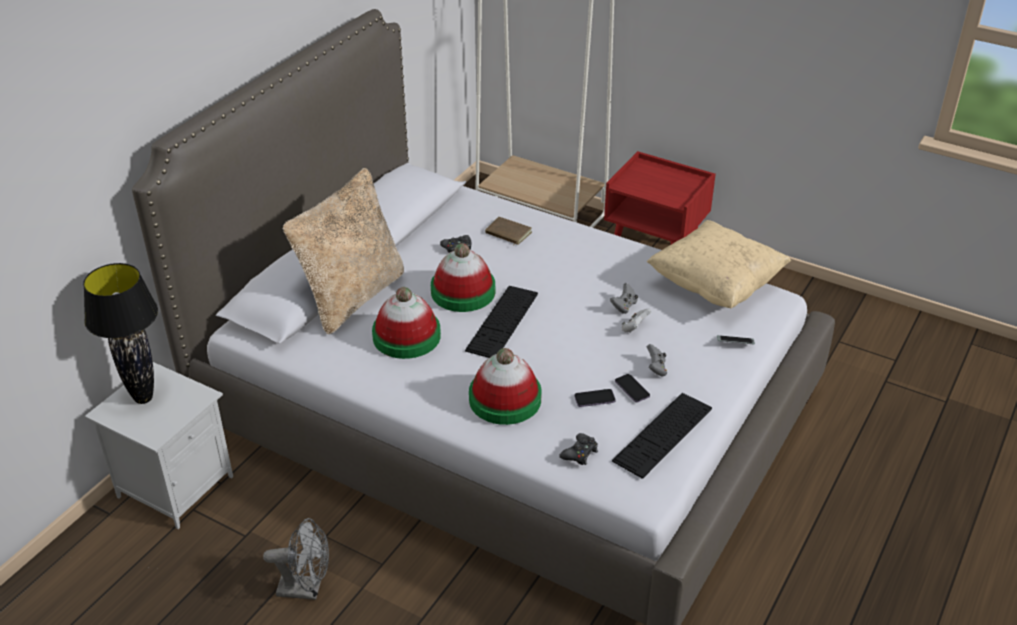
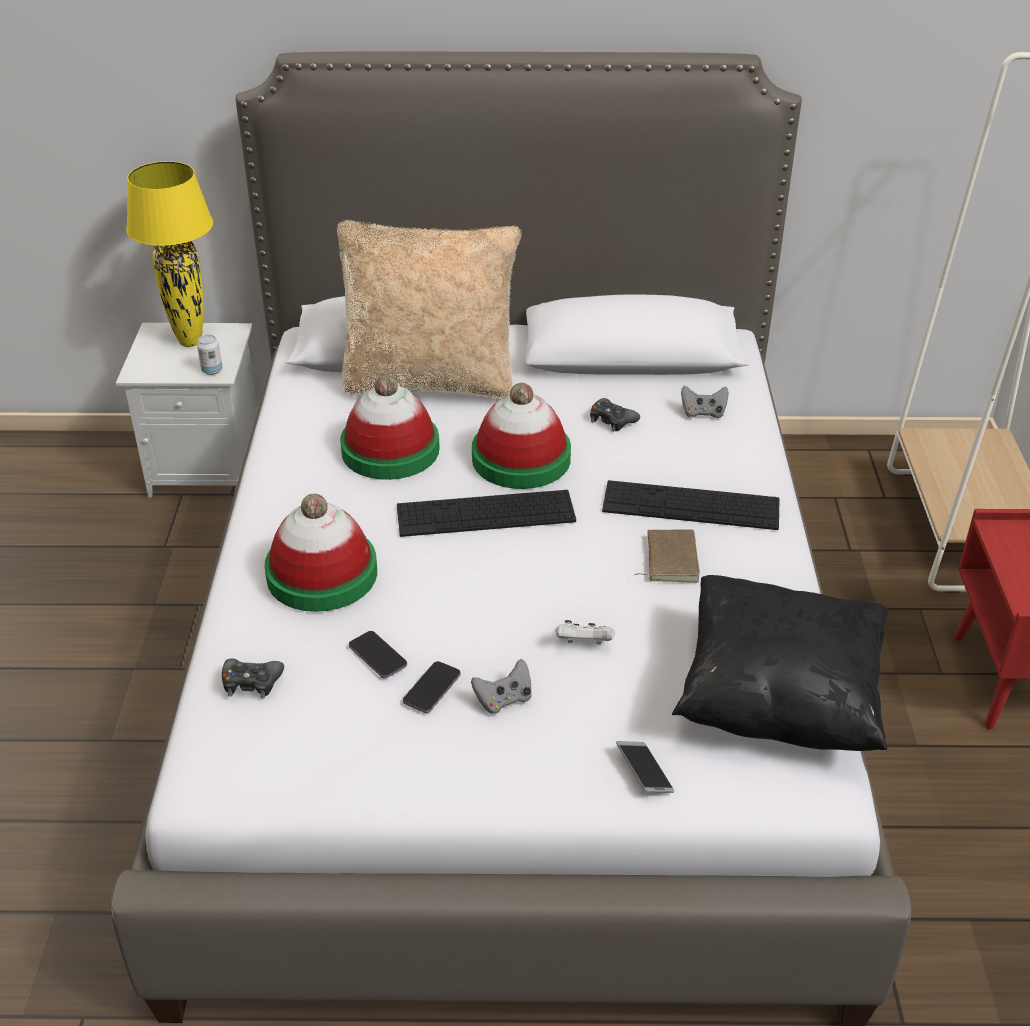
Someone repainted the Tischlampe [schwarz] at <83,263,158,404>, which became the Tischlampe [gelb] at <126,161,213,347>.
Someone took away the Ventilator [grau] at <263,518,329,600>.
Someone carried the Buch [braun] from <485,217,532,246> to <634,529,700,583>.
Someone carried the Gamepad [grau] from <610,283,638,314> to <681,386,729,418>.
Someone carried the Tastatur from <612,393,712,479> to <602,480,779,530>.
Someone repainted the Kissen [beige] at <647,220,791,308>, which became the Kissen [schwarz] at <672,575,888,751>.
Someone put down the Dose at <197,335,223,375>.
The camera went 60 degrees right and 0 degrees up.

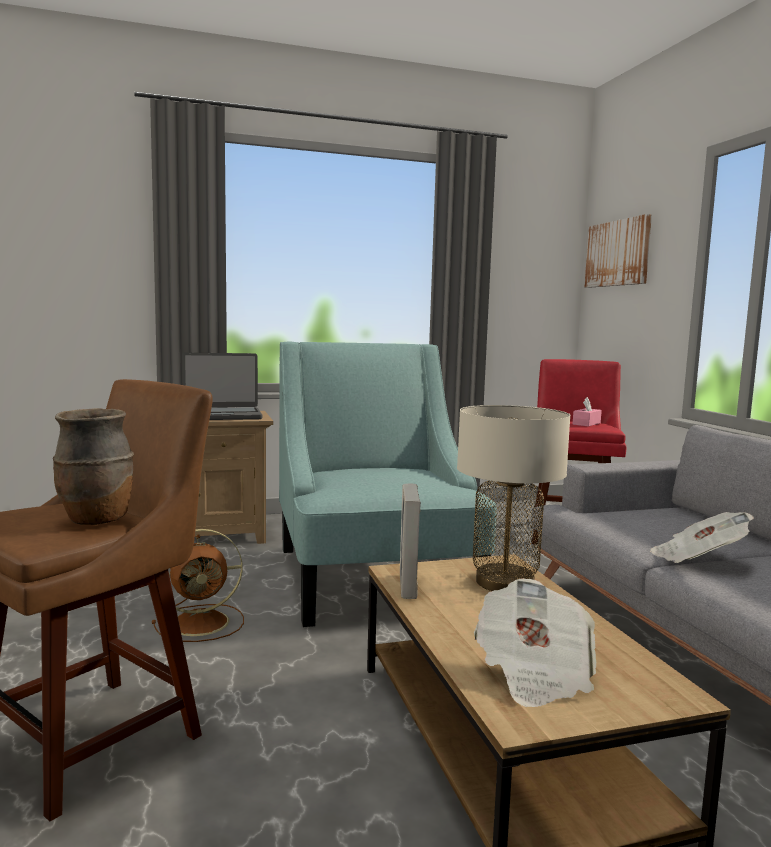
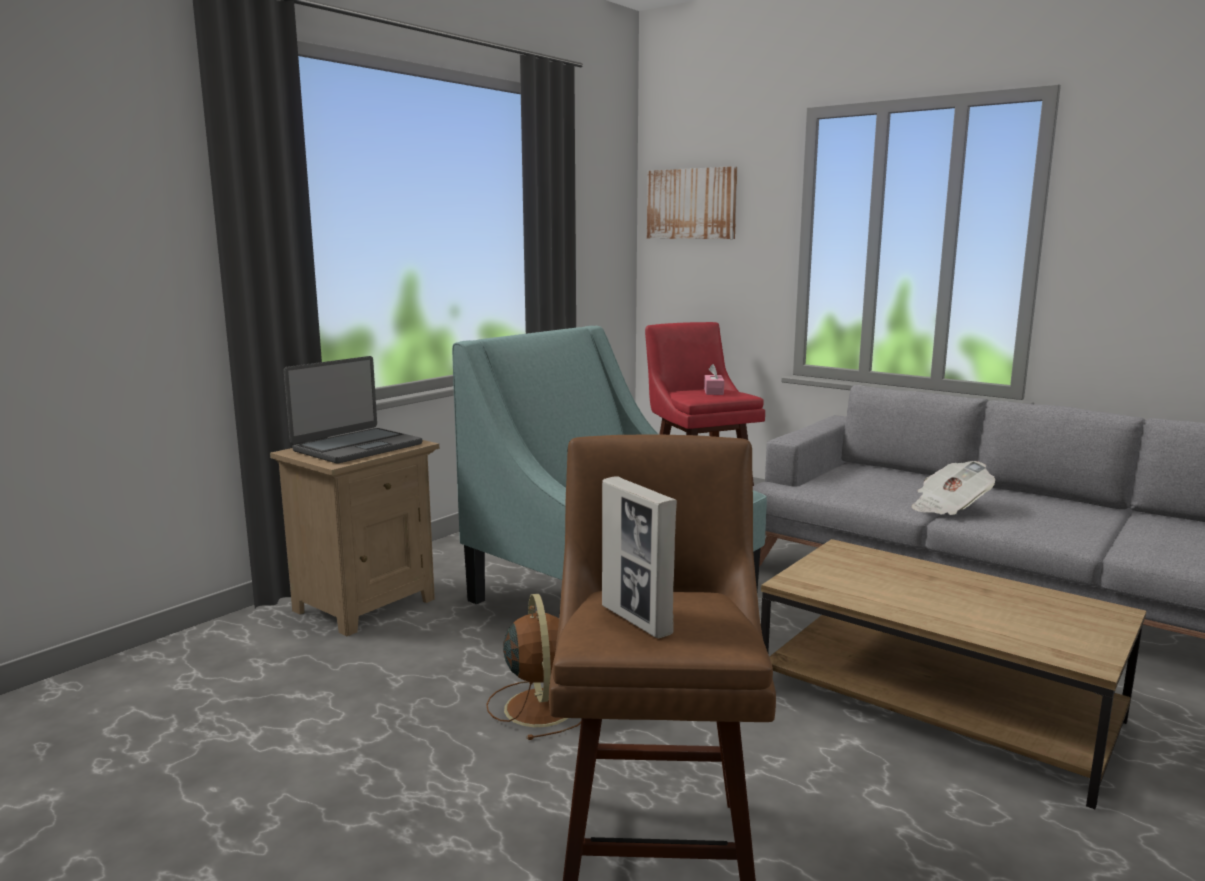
Someone took away the Vase [braun] at <53,408,134,525>.
Someone rotated the Ventilator [braun] at <152,529,244,642> by 45 degrees counterclockwise.
Someone carried the Bilderrahmen from <400,484,421,599> to <602,476,677,638>.
Someone took away the Tischlampe at <457,405,571,591>.
Someone took away the Zeitung at <474,579,596,707>.
The camera went 35 degrees left and 5 degrees up.

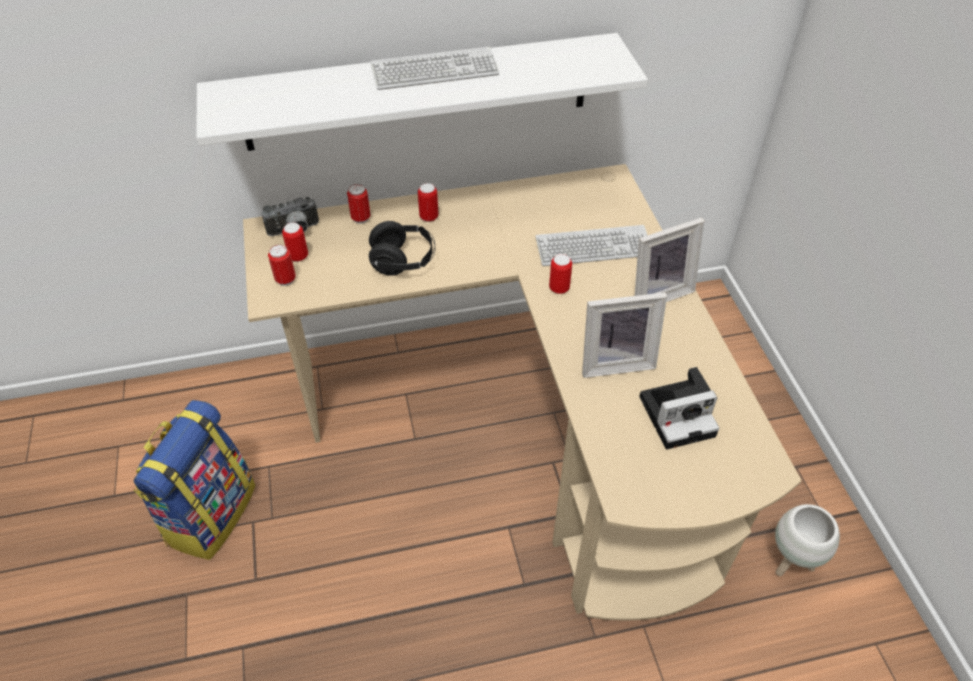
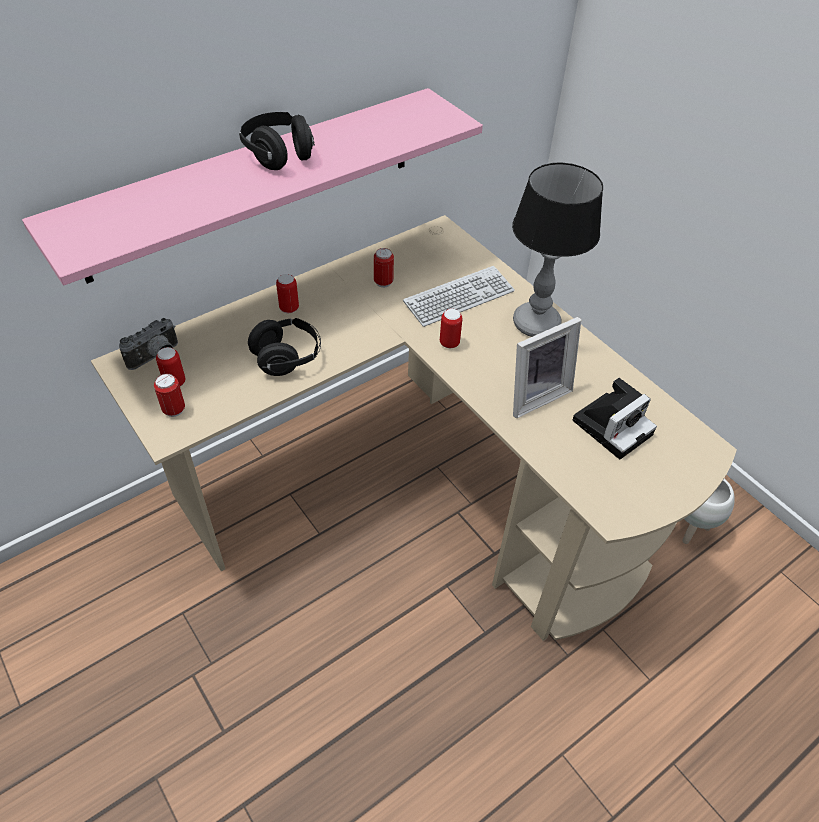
Someone took away the Rucksack at <133,400,256,560>.
Someone repainted the Wandregal [weiß] at <197,33,648,151>, which became the Wandregal [rosa] at <22,88,483,285>.
Someone carried the Dose from <347,184,371,224> to <374,248,394,288>.
Someone swapped the Tastatur at <371,47,499,90> for the Kopfhörer [schwarz] at <239,112,315,170>.
Someone swapped the Bilderrahmen at <635,218,705,302> for the Tischlampe at <512,163,603,337>.
The camera went 25 degrees left and 0 degrees up.

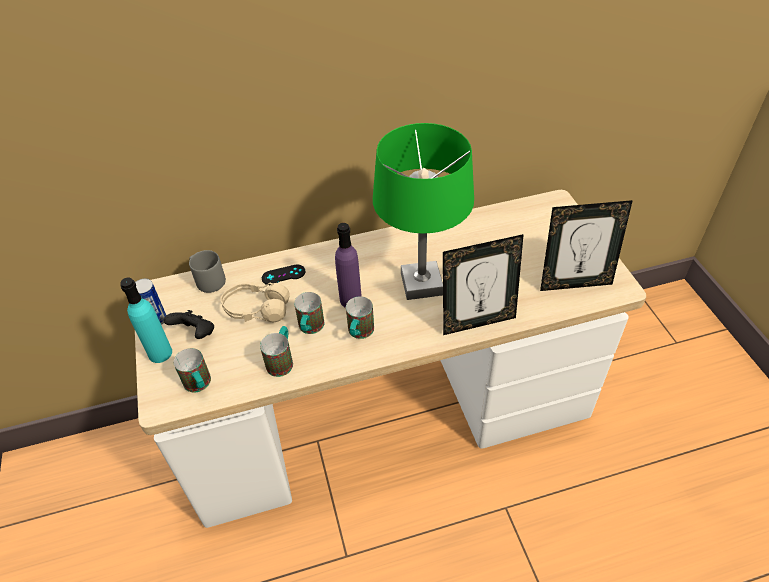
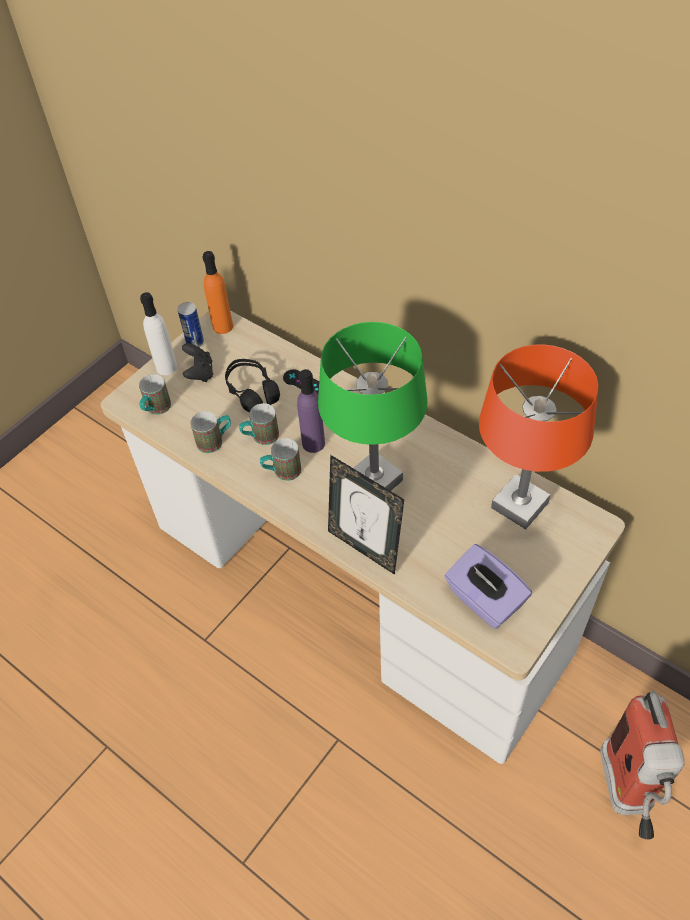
Someone repainted the Flasche [türkis] at <120,278,172,363>, which became the Flasche [weiß] at <140,292,177,375>.
Someone took away the Henkelbecher [grau] at <189,250,226,293>.
Someone repainted the Kopfhörer [beige] at <220,282,290,322>, which became the Kopfhörer [schwarz] at <225,359,280,412>.
Someone swapped the Bilderrahmen at <540,200,633,291> for the Taschentuchbox [lila] at <444,544,532,629>.
Someone put down the Flasche [orange] at <203,251,233,334>.
Someone put down the Tischlampe [orange] at <479,344,599,530>.
Someone put down the Feuerlöscher at <600,691,685,840>.
The camera went 55 degrees right and 5 degrees up.

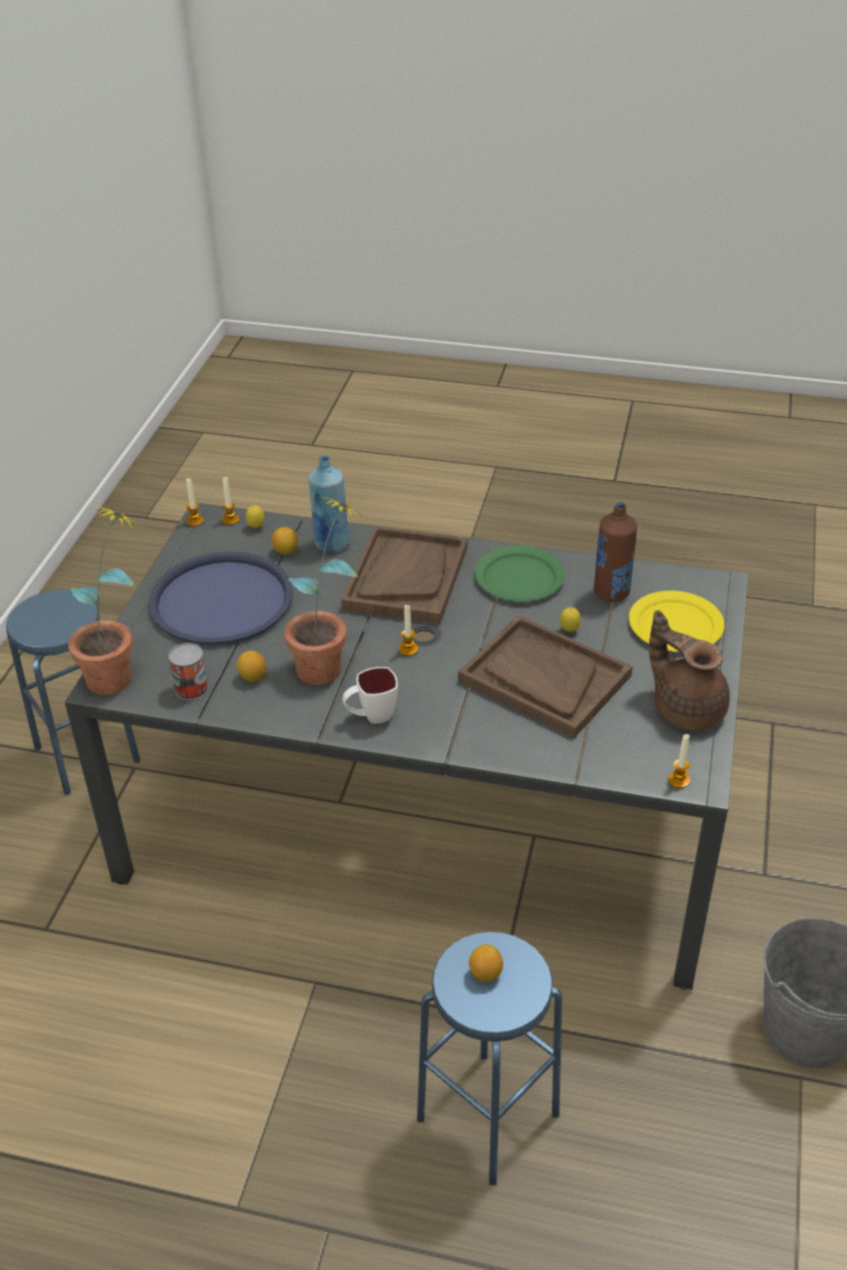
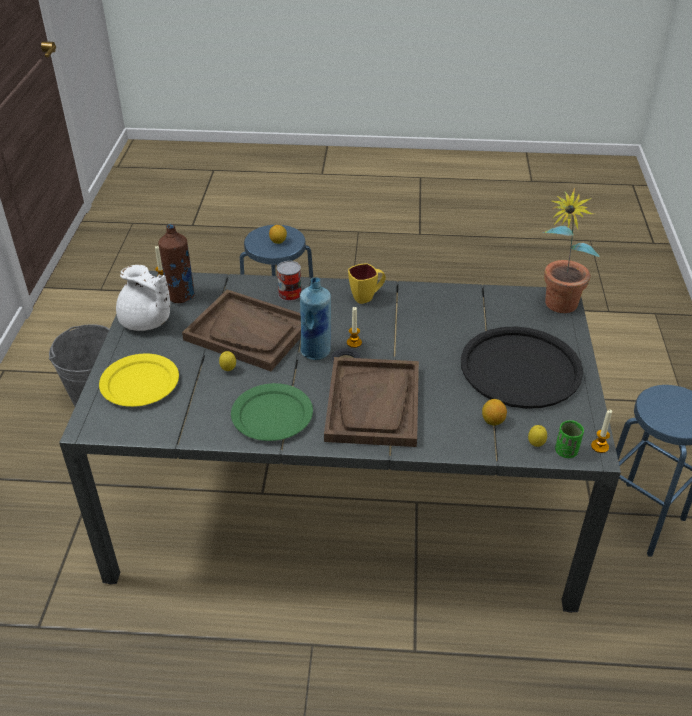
Someone repainted the Tablett [blau] at <148,552,293,645>, which became the Tablett [schwarz] at <461,327,583,409>.
Someone carried the Dose from <168,643,208,700> to <277,261,301,301>.
Someone swapped the Kerze at <222,477,239,525> for the Tasse [grün] at <555,420,584,458>.
Someone took away the Zitrone at <237,651,266,682>.
Someone took away the Topfpflanze at <284,497,364,685>.
Someone carried the Flasche [blau] from <308,455,350,553> to <300,277,331,360>.
Someone repainted the Henkelbecher [weiß] at <343,667,398,724>, which became the Henkelbecher [gelb] at <348,264,386,304>.
Someone carried the Flasche [braun] from <594,502,637,602> to <158,224,195,303>.
Someone repainted the Teekanne [braun] at <649,610,730,730>, which became the Teekanne [weiß] at <116,265,170,331>.
The camera went 170 degrees right and 0 degrees up.

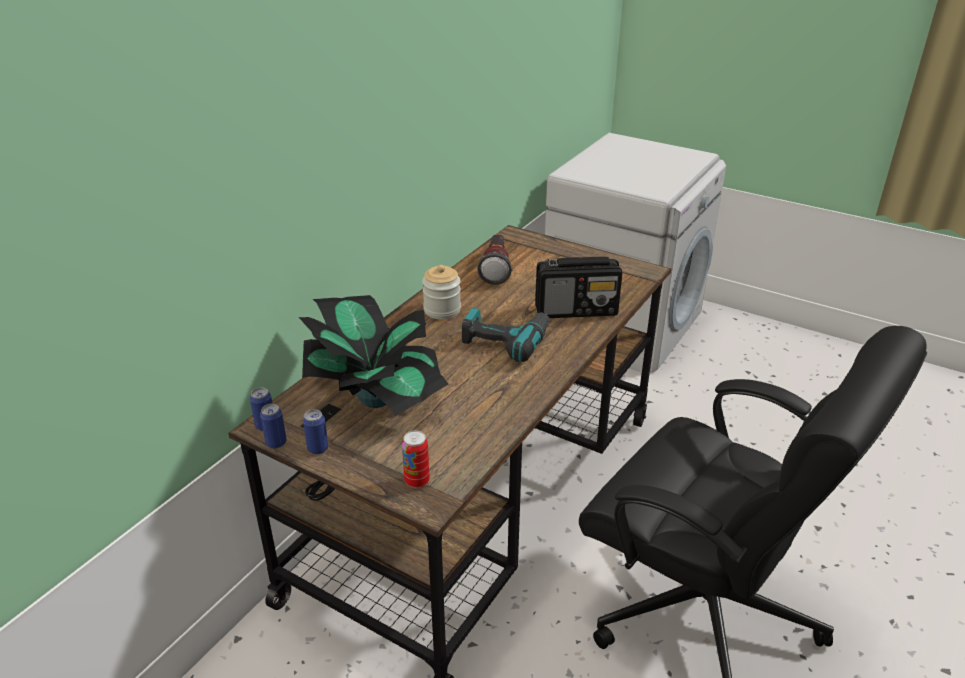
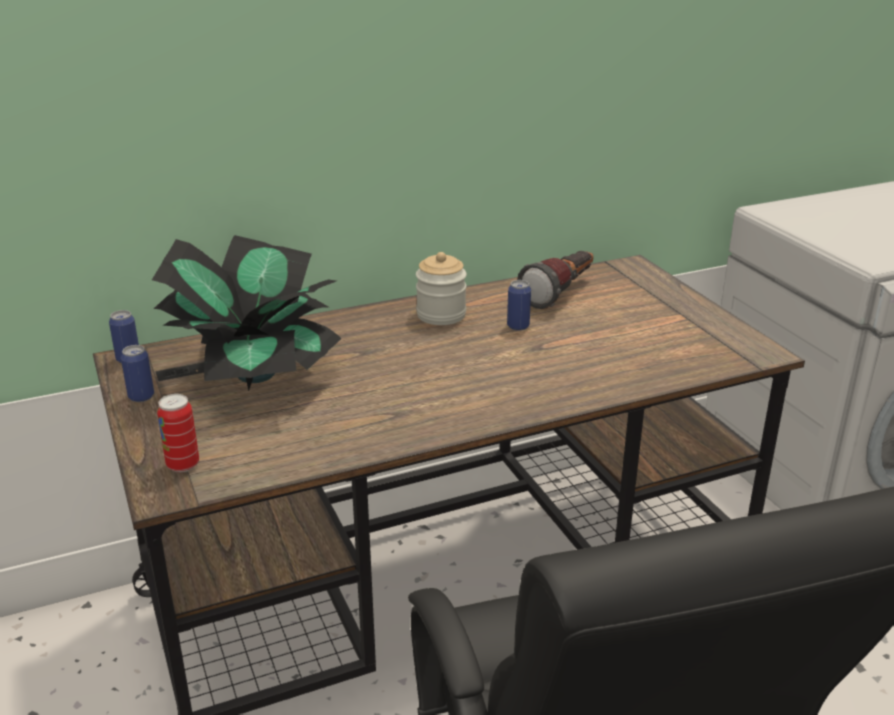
Someone carried the Dose from <260,404,287,449> to <507,280,531,331>.
Someone took away the Bohrmaschine at <462,307,550,362>.
Someone took away the Radio at <535,257,622,318>.
The camera went 35 degrees right and 5 degrees down.

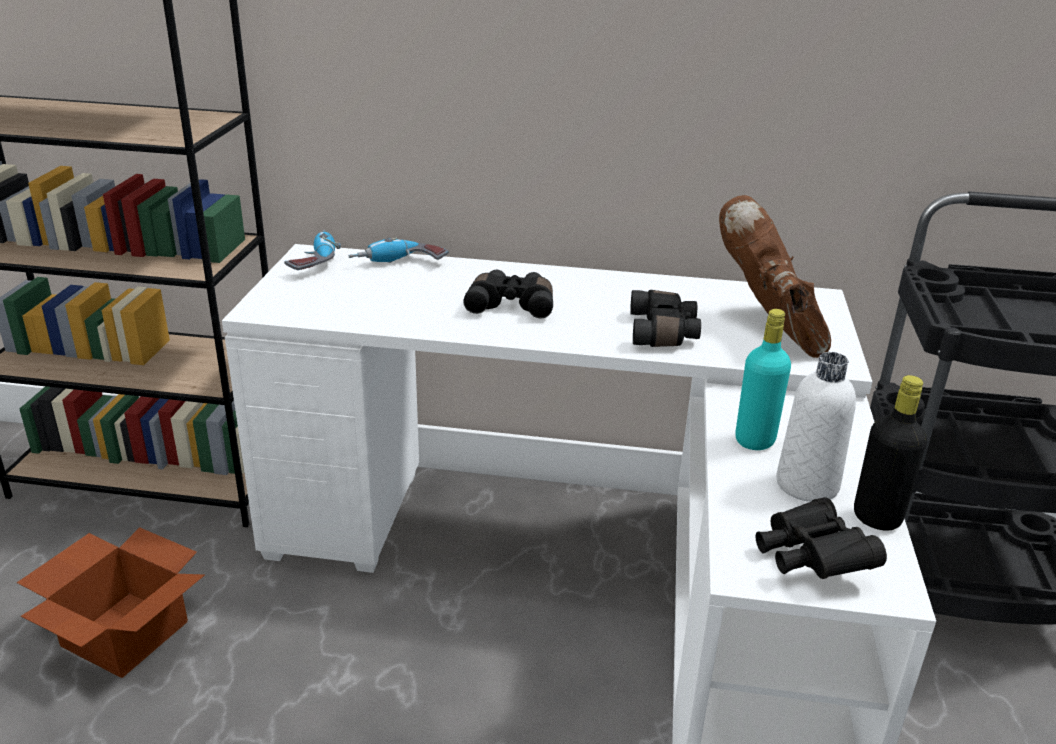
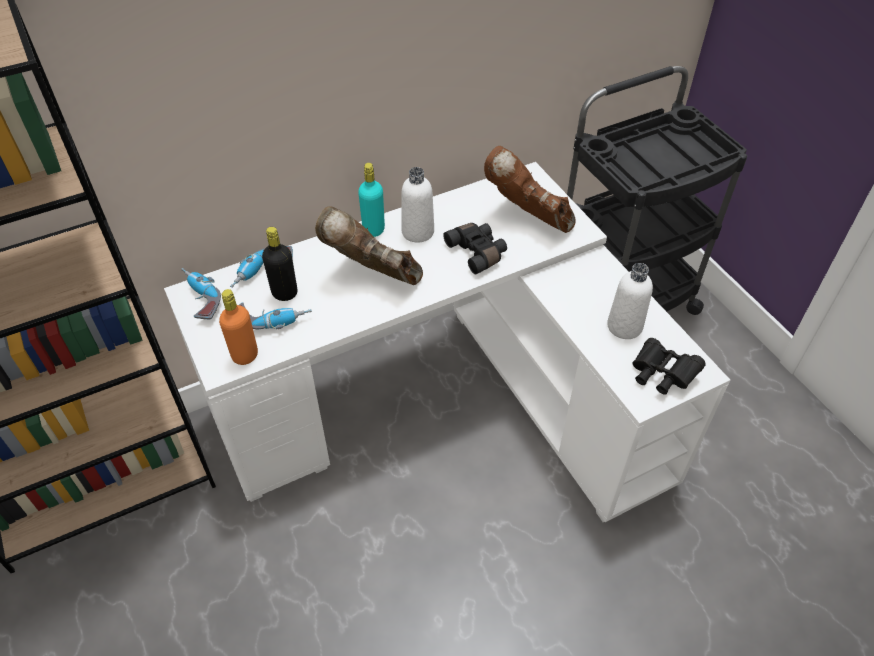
Someone took away the Karton at <17,527,205,678>.
Someone swapped the Fernglas [schwarz] at <463,269,553,318> for the Stiefel [braun] at <315,206,423,285>.
Someone carried the Flasche [türkis] from <735,309,791,450> to <358,163,385,237>.
Someone carried the Flasche [schwarz] from <854,375,927,531> to <262,227,297,301>.
Someone put down the Flasche [orange] at <219,289,258,365>.
Someone put down the Bohrmaschine at <239,303,312,329>.
Someone put down the Flasche [weiß] at <401,167,434,243>.
The camera went 35 degrees left and 20 degrees up.

